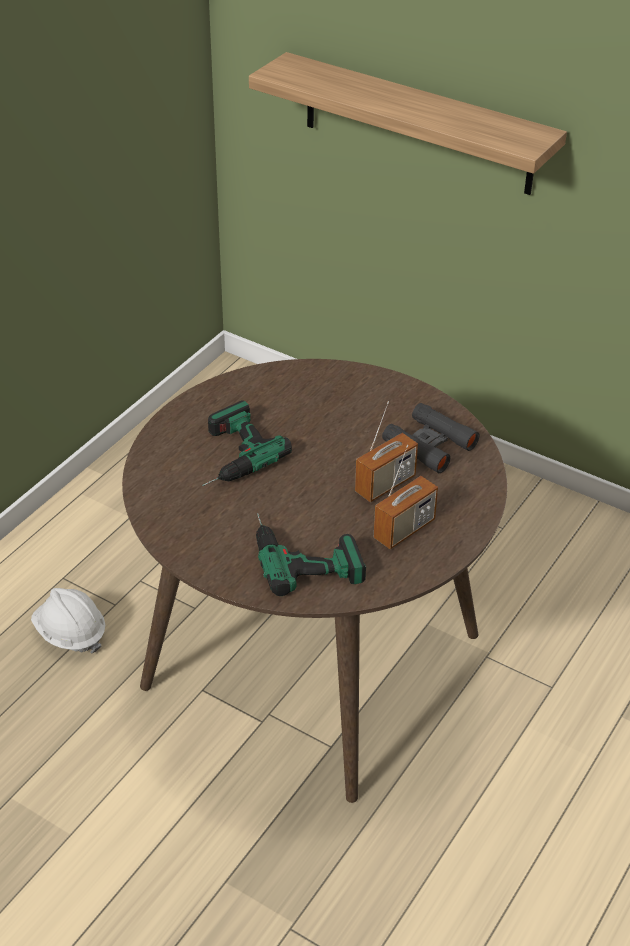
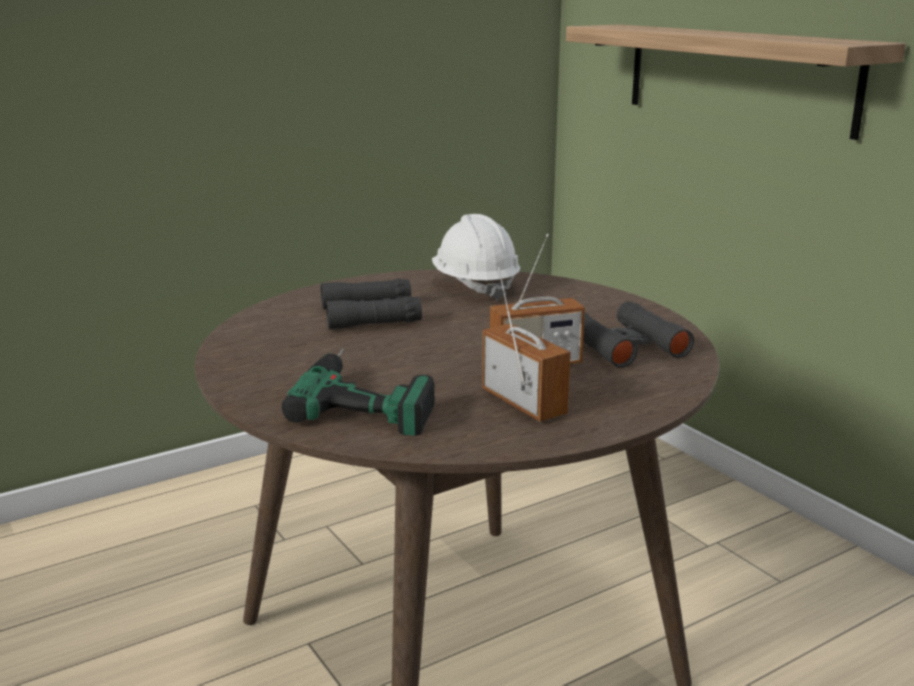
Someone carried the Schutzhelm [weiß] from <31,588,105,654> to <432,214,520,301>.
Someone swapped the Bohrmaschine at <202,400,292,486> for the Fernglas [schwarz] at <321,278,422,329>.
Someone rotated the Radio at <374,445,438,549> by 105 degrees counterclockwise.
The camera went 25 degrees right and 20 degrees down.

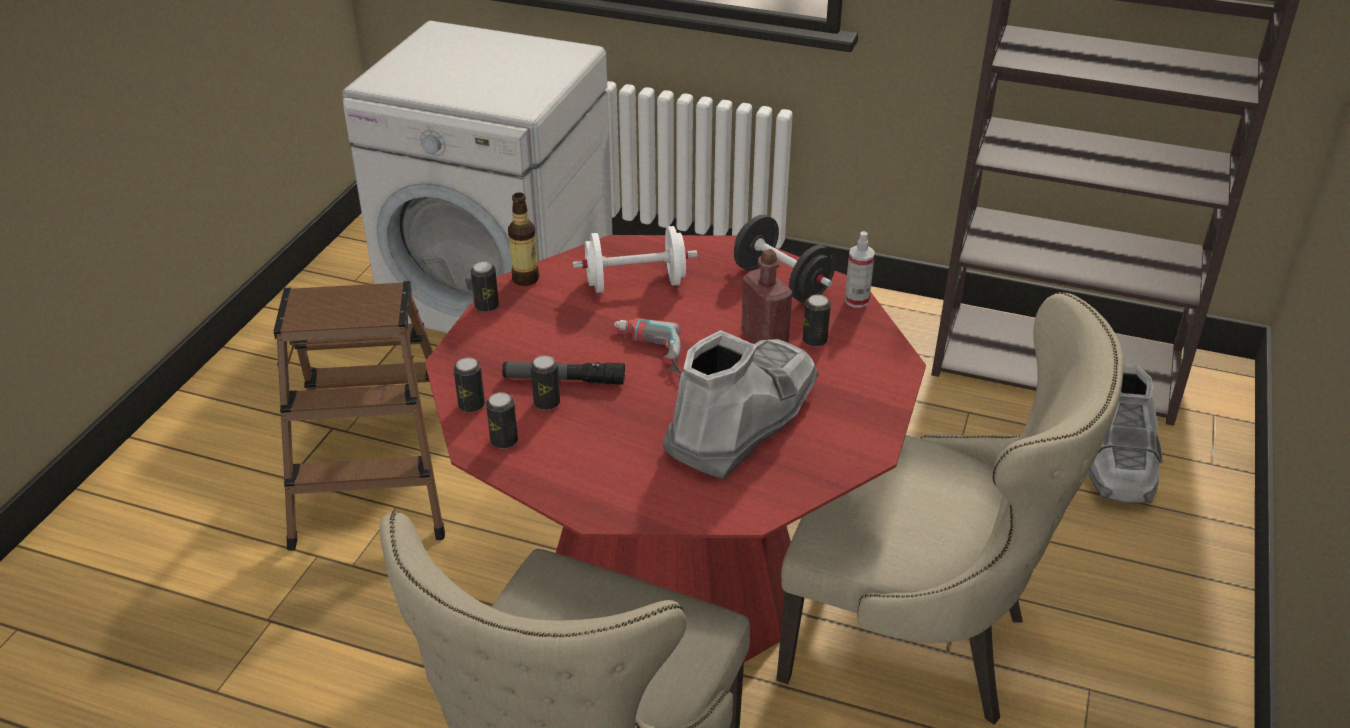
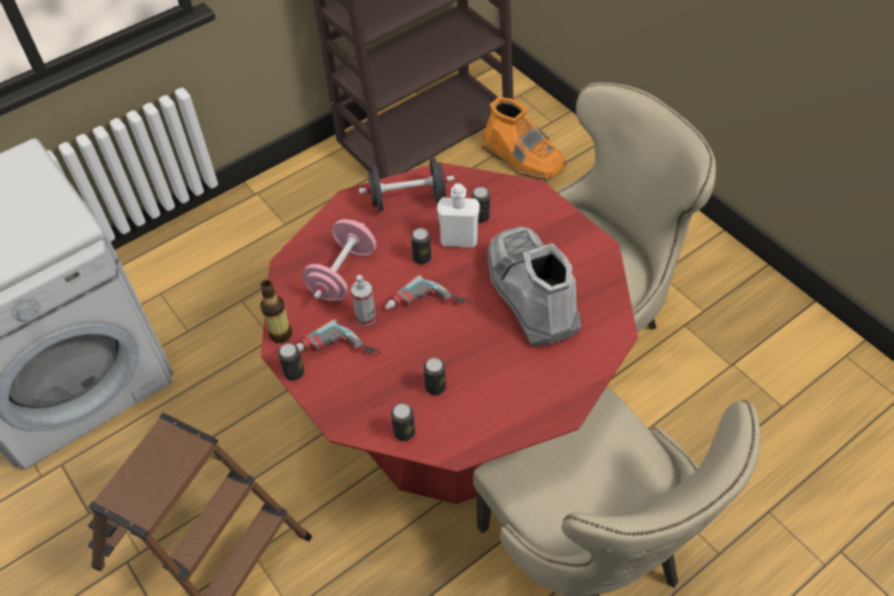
Someone carried the Dose from <486,392,518,449> to <411,228,431,264>.
Someone took away the Taschenlampe at <502,362,625,385>.
Someone repainted the Hantel [weiß] at <573,226,697,293>, which became the Hantel [rosa] at <302,219,376,301>.
Someone repainted the Flasche [rot] at <741,249,792,344>, which became the Flasche [weiß] at <437,183,480,248>.
Someone carried the Sprühflasche from <845,231,875,308> to <351,275,376,326>.
Someone repainted the Stiefel [grau] at <1088,364,1163,503>, which became the Stiefel [orange] at <481,97,566,181>.
Someone put down the Bohrmaschine at <296,319,381,354>.
The camera went 55 degrees left and 15 degrees up.

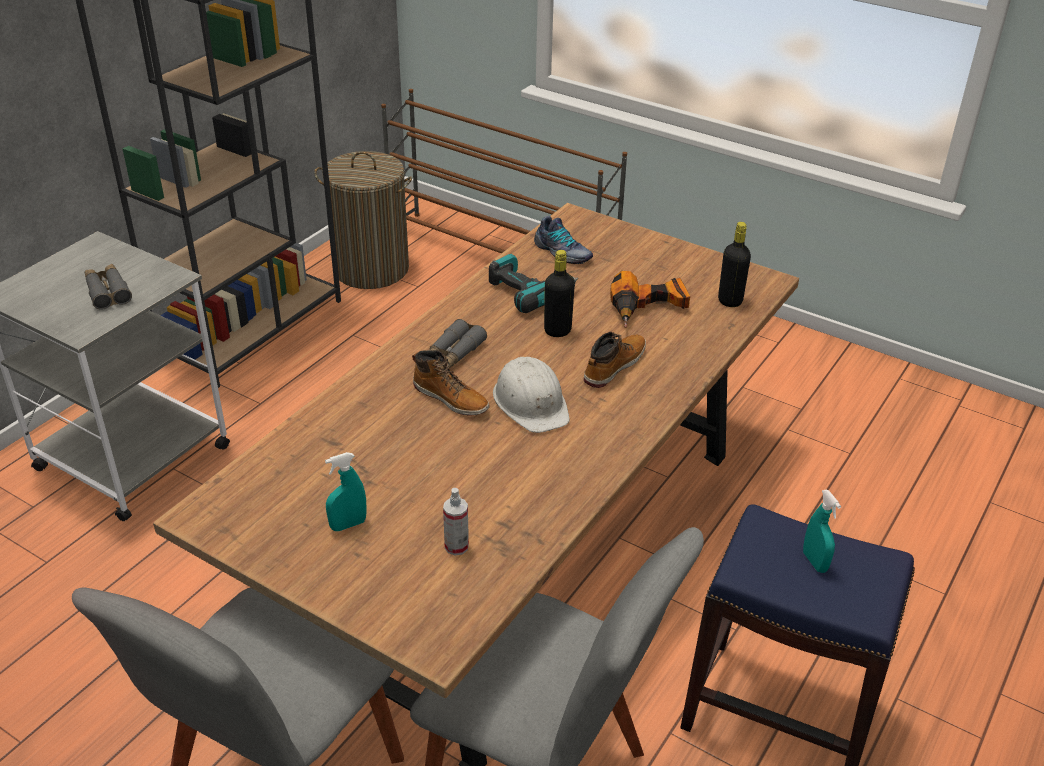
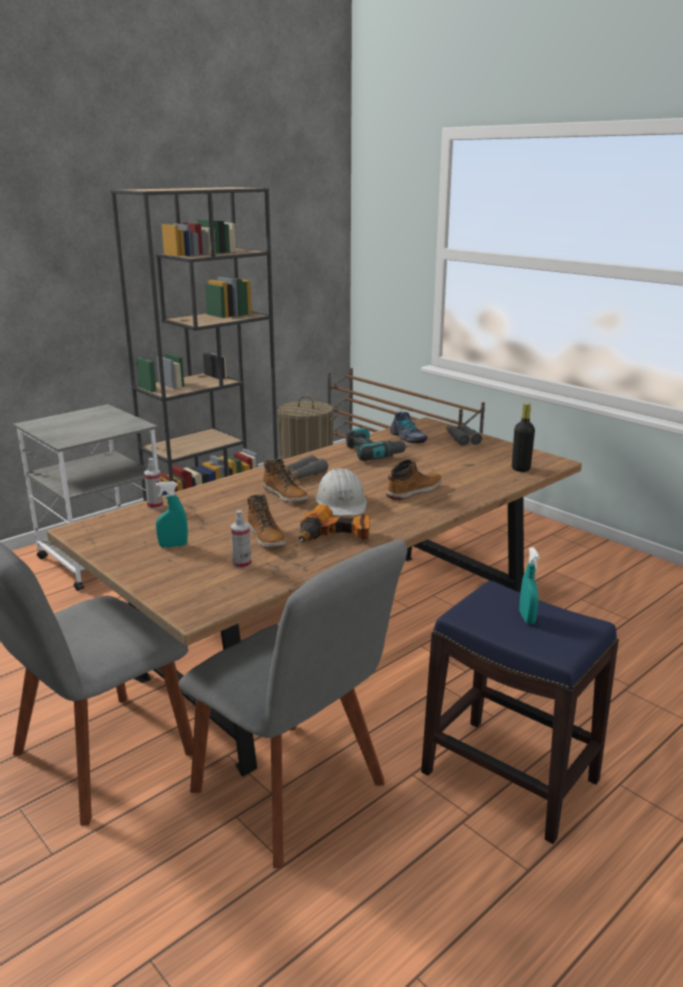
Someone carried the Fernglas [grau] from <85,264,132,310> to <446,424,482,446>.
Someone took away the Flasche [schwarz] at <544,250,575,337>.
Someone carried the Bohrmaschine from <610,271,690,328> to <296,504,370,546>.
Someone put down the Sprühflasche at <144,458,163,509>.
Someone put down the Stiefel at <247,495,286,548>.
The camera went 15 degrees right and 15 degrees down.

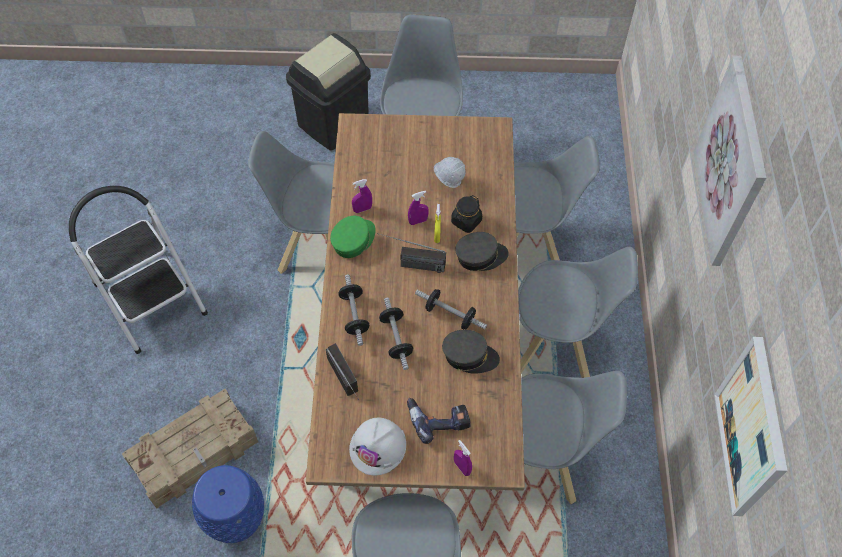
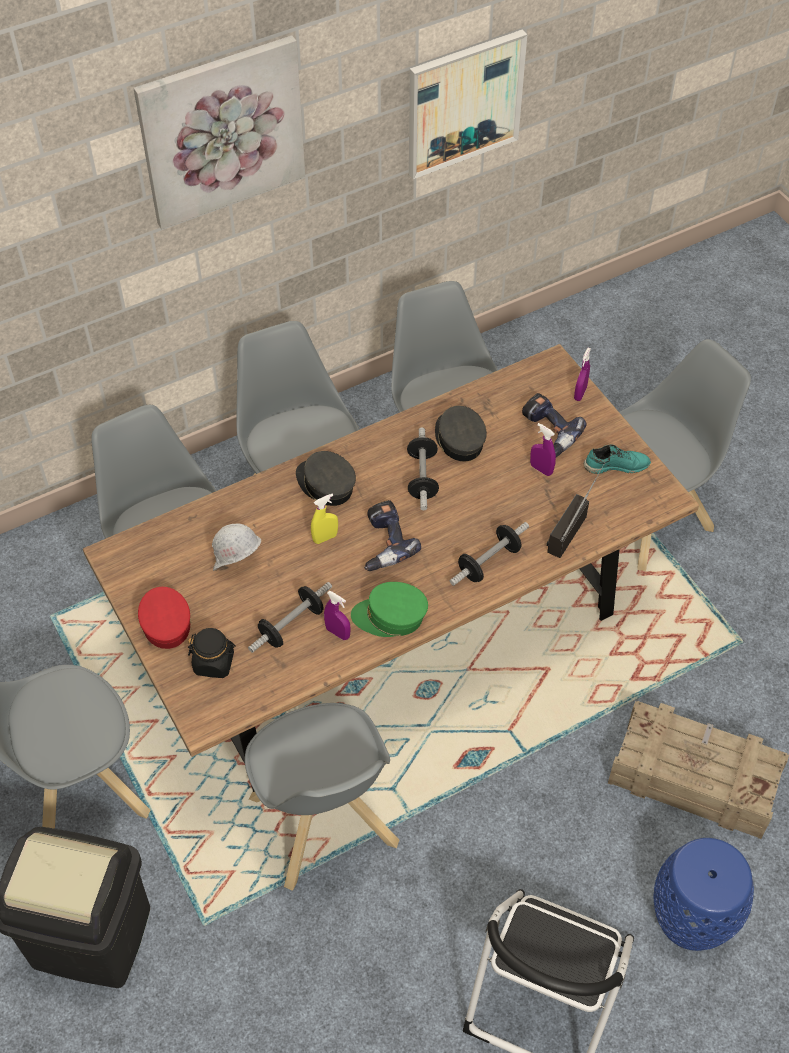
Someone carried the Hocker [blau] from <192,465,264,543> to <654,838,754,951>.
Someone swapped the Schutzhelm [weiß] at <349,418,406,475> for the Schuh [türkis] at <583,444,651,474>.
Someone carried the Hantel from <379,298,413,370> to <248,582,332,653>.
Someone swapped the Radio at <380,234,446,273> for the Bohrmaschine at <364,500,421,571>.
Someone carried the Sprühflasche [lila] from <408,191,429,225> to <530,423,556,476>.
Someone carried the Vorratsglas [schwarz] from <451,195,482,233> to <188,628,236,678>.
Someone put down the Kappe [rot] at <138,587,192,649>.
The camera went 120 degrees left and 5 degrees down.

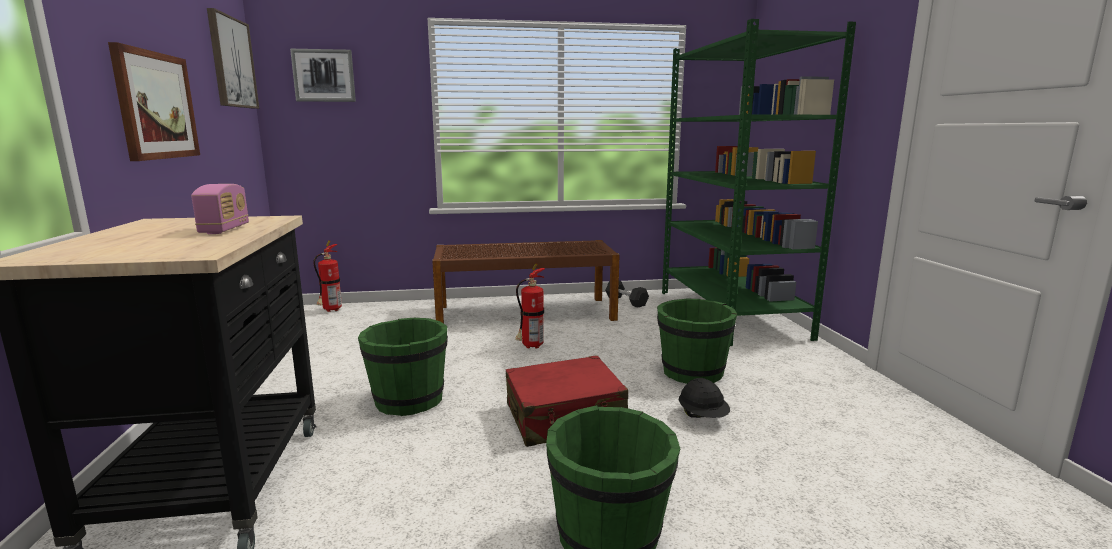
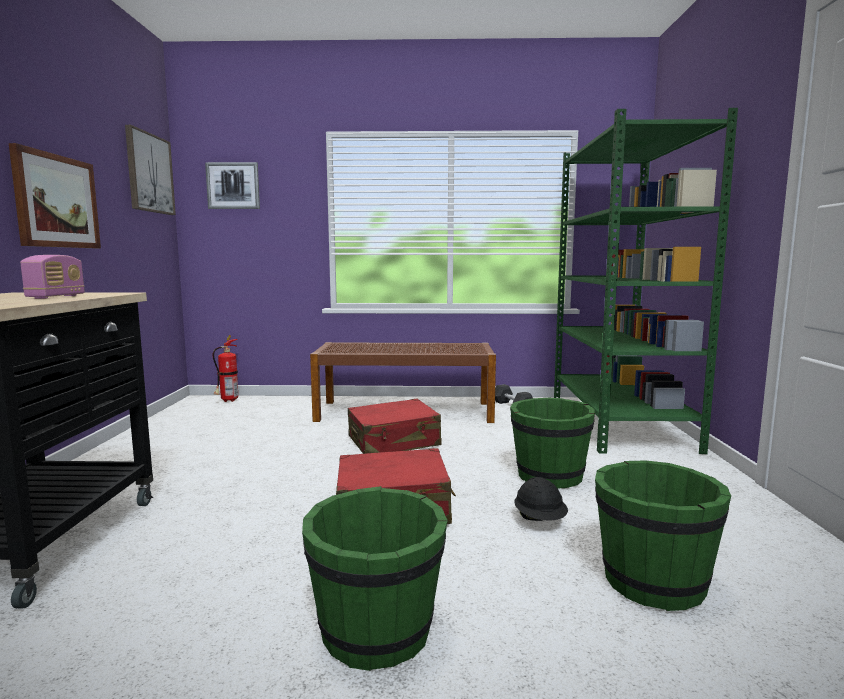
Someone carried the Eimer [grün] from <358,318,448,416> to <595,460,731,611>.
Someone swapped the Feuerlöscher at <515,263,545,349> for the Koffer [rot] at <348,399,441,454>.
The camera went 10 degrees right and 5 degrees down.

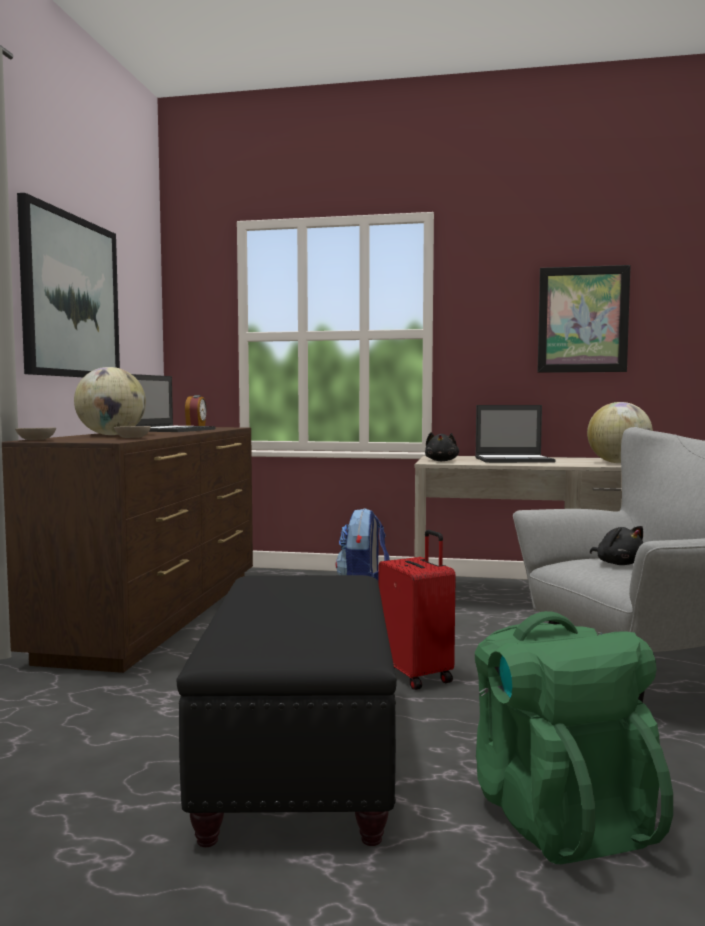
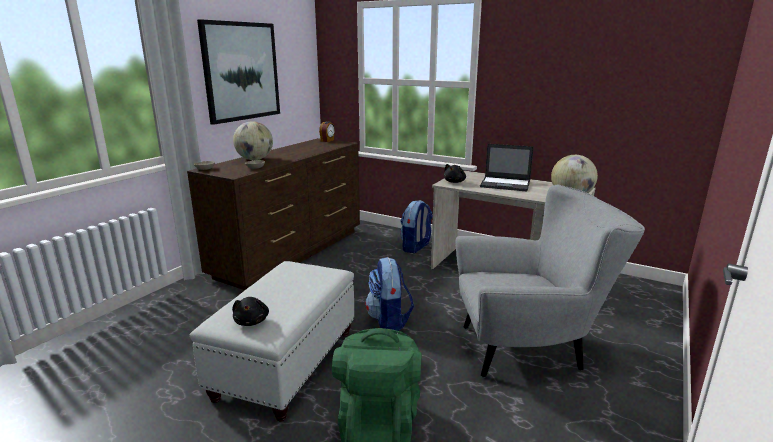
Someone took away the Laptop at <132,374,215,432>.
Someone repainted the Polsterhocker [schwarz] at <177,575,397,847>, which became the Polsterhocker [weiß] at <189,261,354,421>.
Someone swapped the Koffer [rot] at <379,530,456,690> for the Rucksack at <365,257,414,331>.
Someone took away the Bild at <538,265,631,373>.
Someone carried the Plüschtier [schwarz] from <590,526,643,565> to <232,297,269,326>.
The camera went 20 degrees right and 15 degrees up.

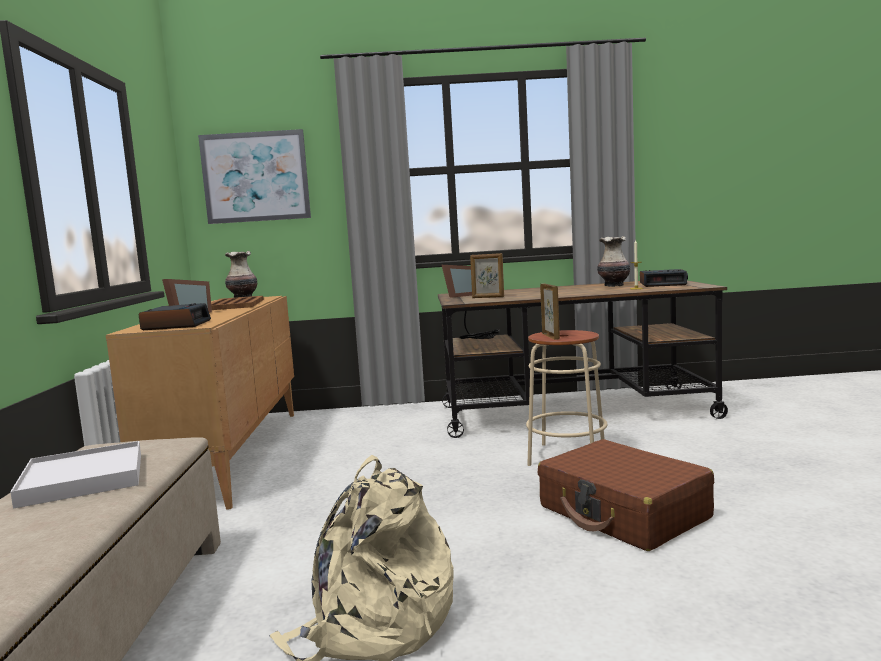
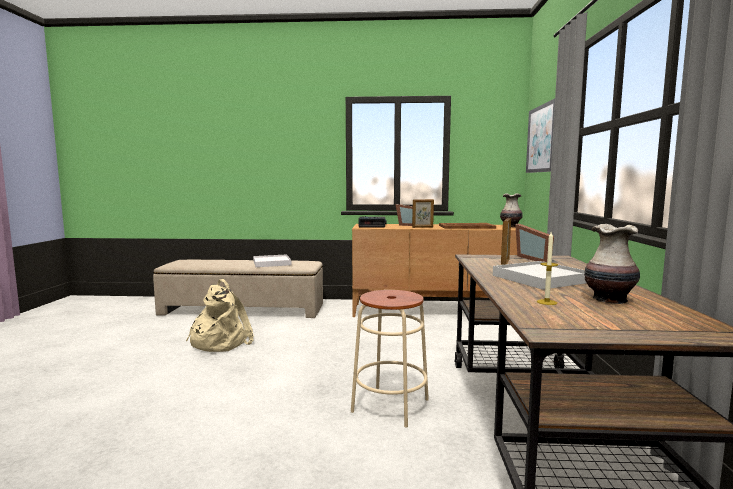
Someone took away the Koffer [braun] at <538,439,714,551>.
Someone carried the Bilderrahmen from <540,283,560,340> to <412,199,434,228>.
Someone took away the Wecker at <640,269,688,287>.
Someone put down the Tablett [weiß] at <493,261,586,290>.
The camera went 95 degrees right and 0 degrees up.

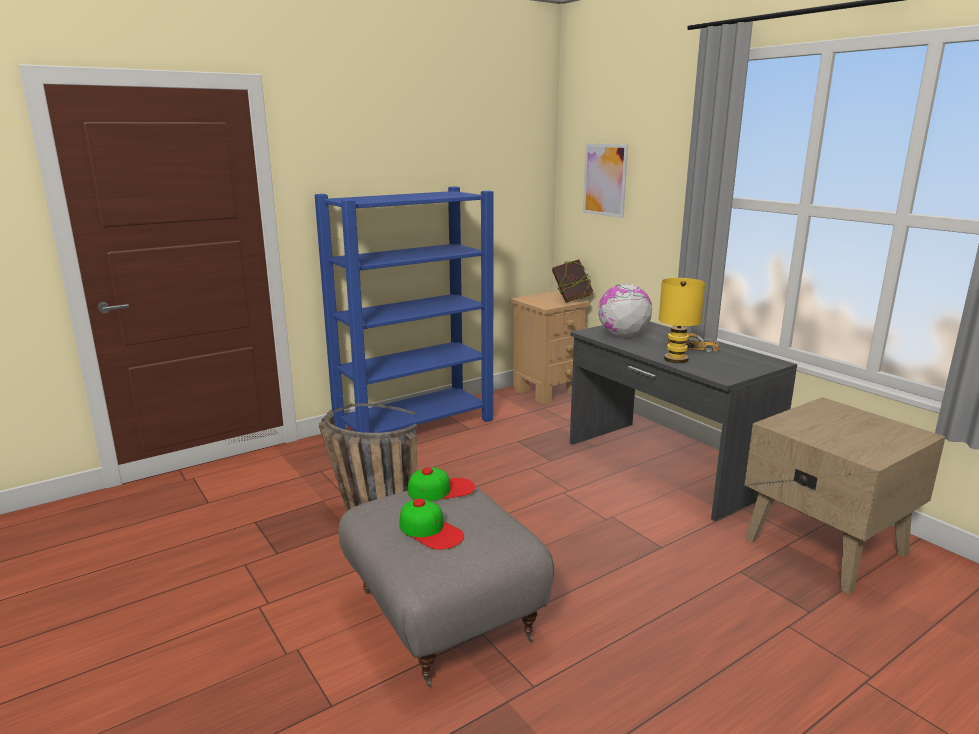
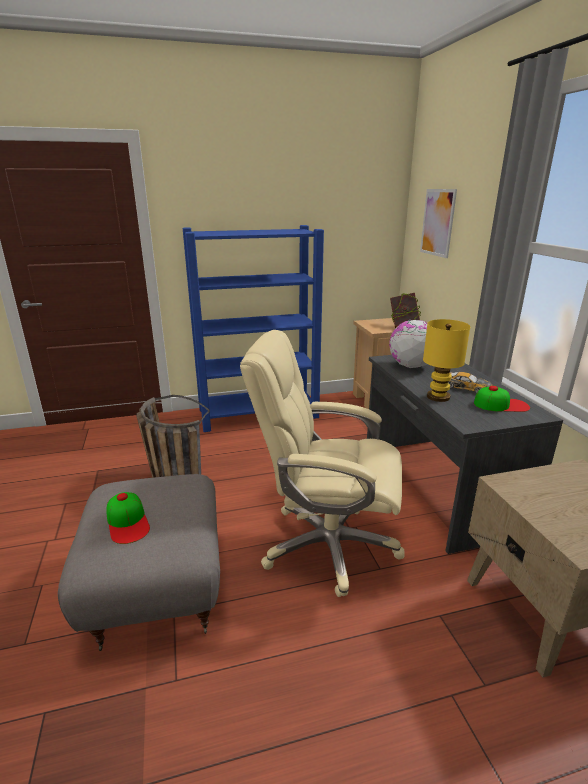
Someone carried the Kappe from <408,467,475,501> to <474,385,530,412>.
Someone put down the Bürostuhl [beige] at <240,330,405,597>.
The camera went 20 degrees right and 5 degrees up.

